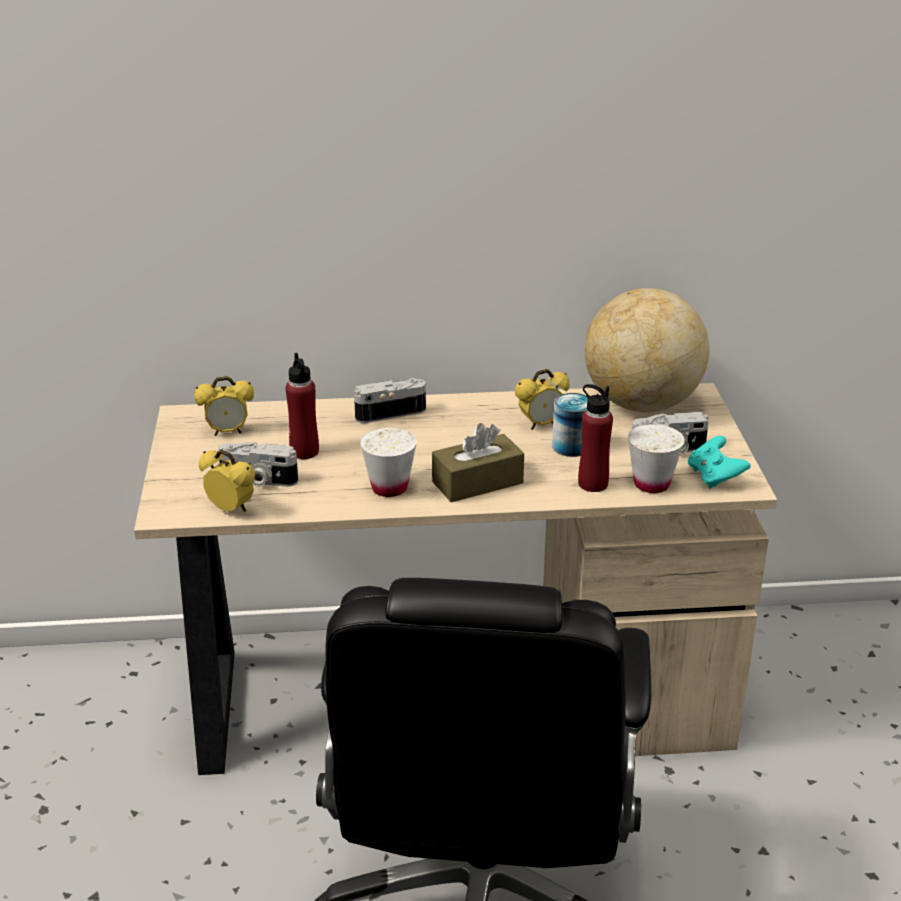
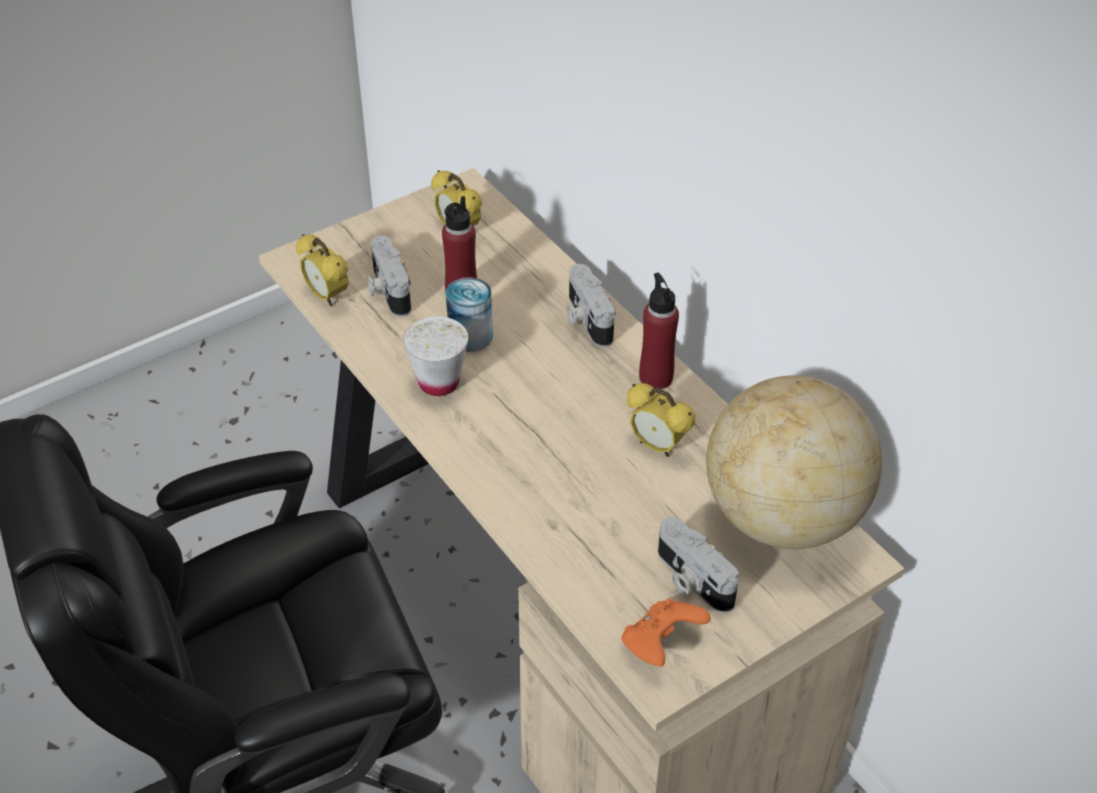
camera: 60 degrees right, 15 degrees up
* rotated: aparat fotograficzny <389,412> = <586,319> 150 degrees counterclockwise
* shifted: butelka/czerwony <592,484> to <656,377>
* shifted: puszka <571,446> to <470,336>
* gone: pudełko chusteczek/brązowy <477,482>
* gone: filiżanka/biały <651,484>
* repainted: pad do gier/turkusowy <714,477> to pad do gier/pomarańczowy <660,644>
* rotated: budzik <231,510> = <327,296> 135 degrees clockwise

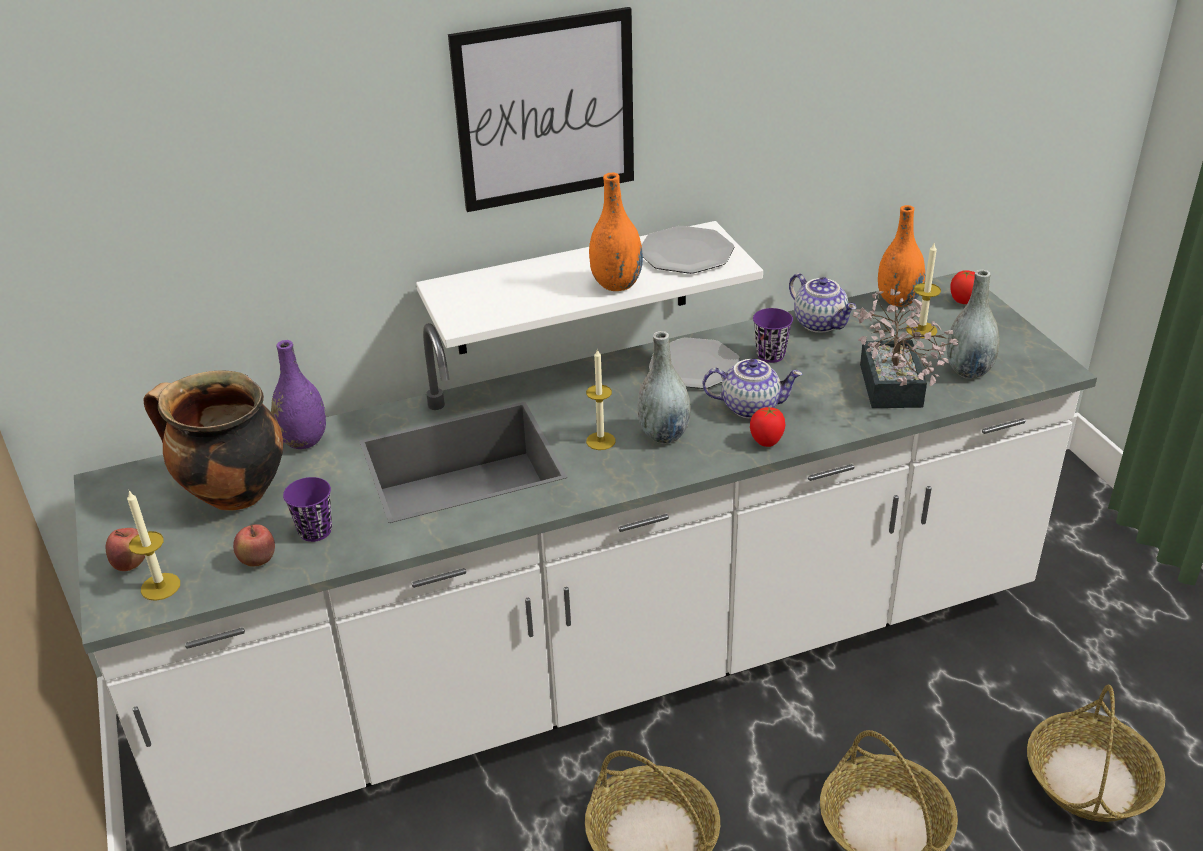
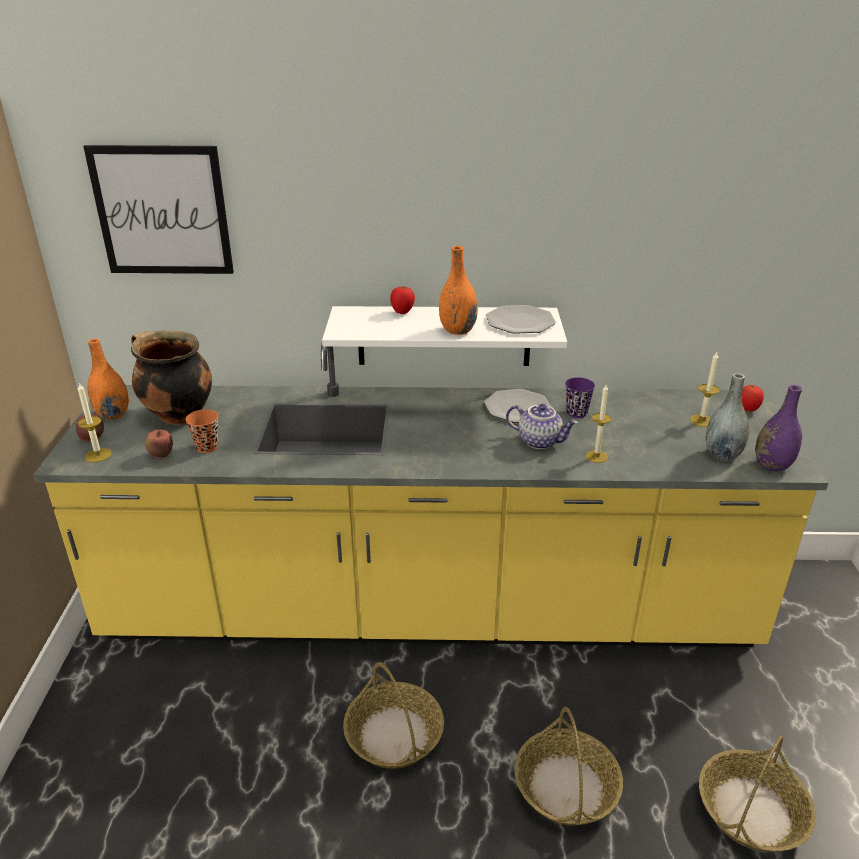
camera: 20 degrees right, 5 degrees down
* shifted: obraz <545,110> to <162,211>
* shifted: wazon/pomarańczowy <898,300> to <113,415>
* repainted: zabudowa kuchenna/biały <610,662> to zabudowa kuchenna/żółty <429,610>
* gone: imbryk <821,323>
* gone: roślina doniczkowa <891,391>
* gone: wazon/szary <664,435>
* shifted: wazon/fioletowy <304,441> to <772,465>
* shifted: świeca <600,441> to <596,456>
* shifted: pomidor <766,442> to <402,312>
* repainted: filiżanka/fioletowy <315,531> to filiżanka/pomarańczowy <207,447>

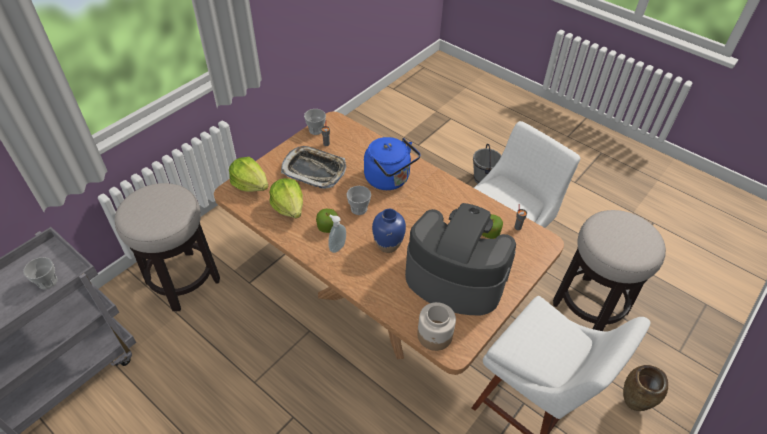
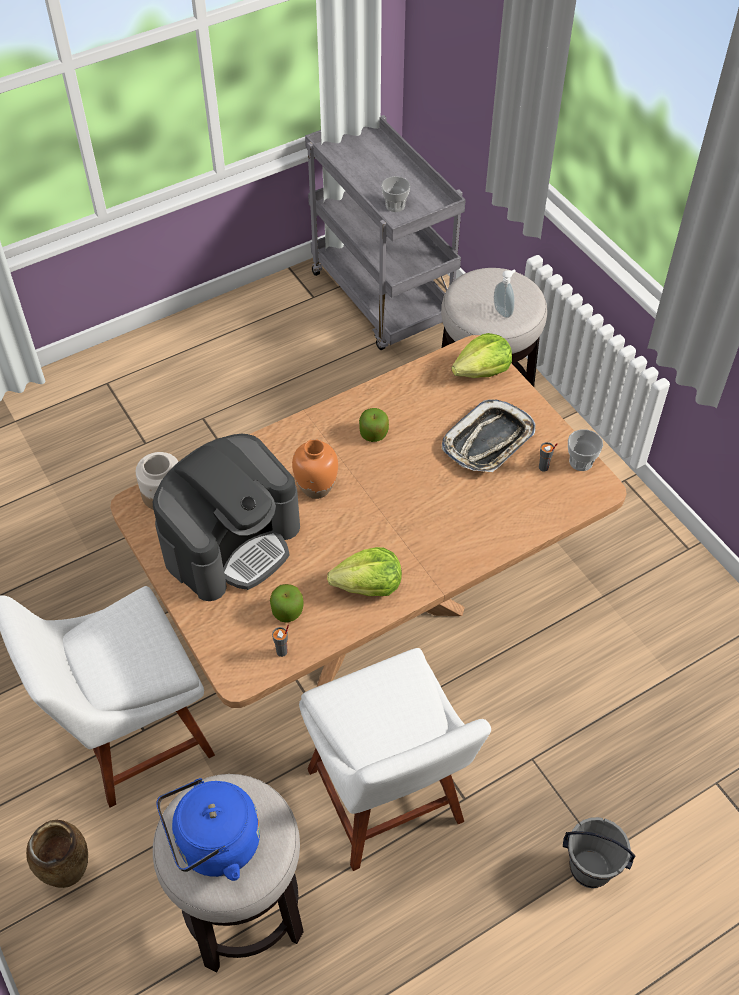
camera: 110 degrees right, 5 degrees up
* shifted: czajnik/niebieski <389,179> to <214,845>
* shifted: sałata <289,207> to <368,586>
* gone: filiżanka <359,209>
* repainted: wazon/niebieski <388,245> to wazon/pomarańczowy <316,488>
* shifted: dozownik mydła <337,247> to <503,311>

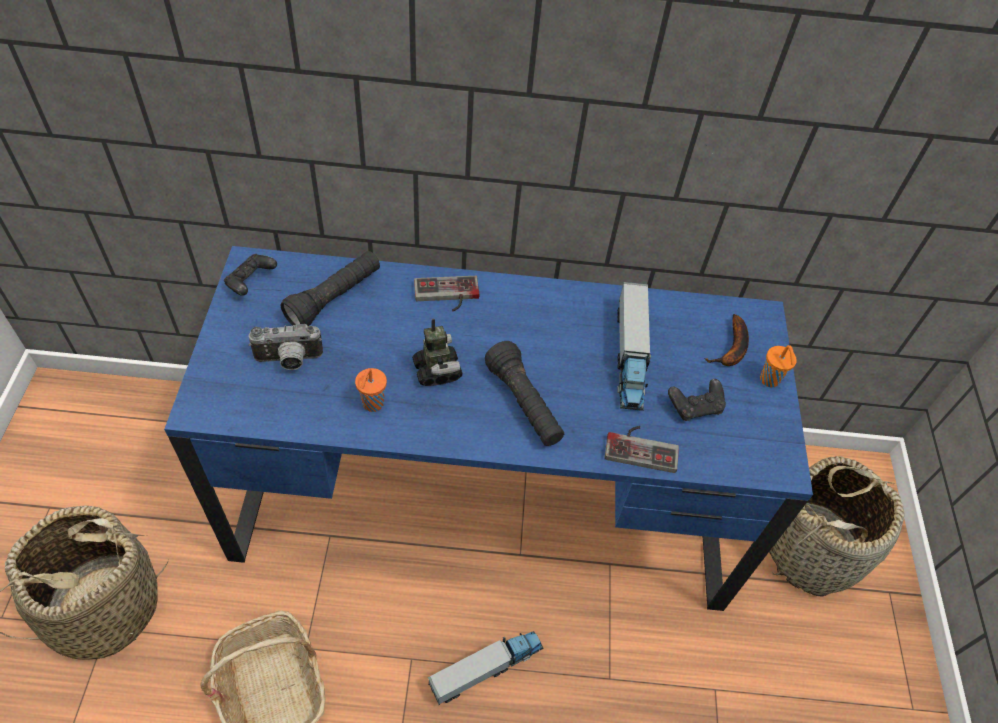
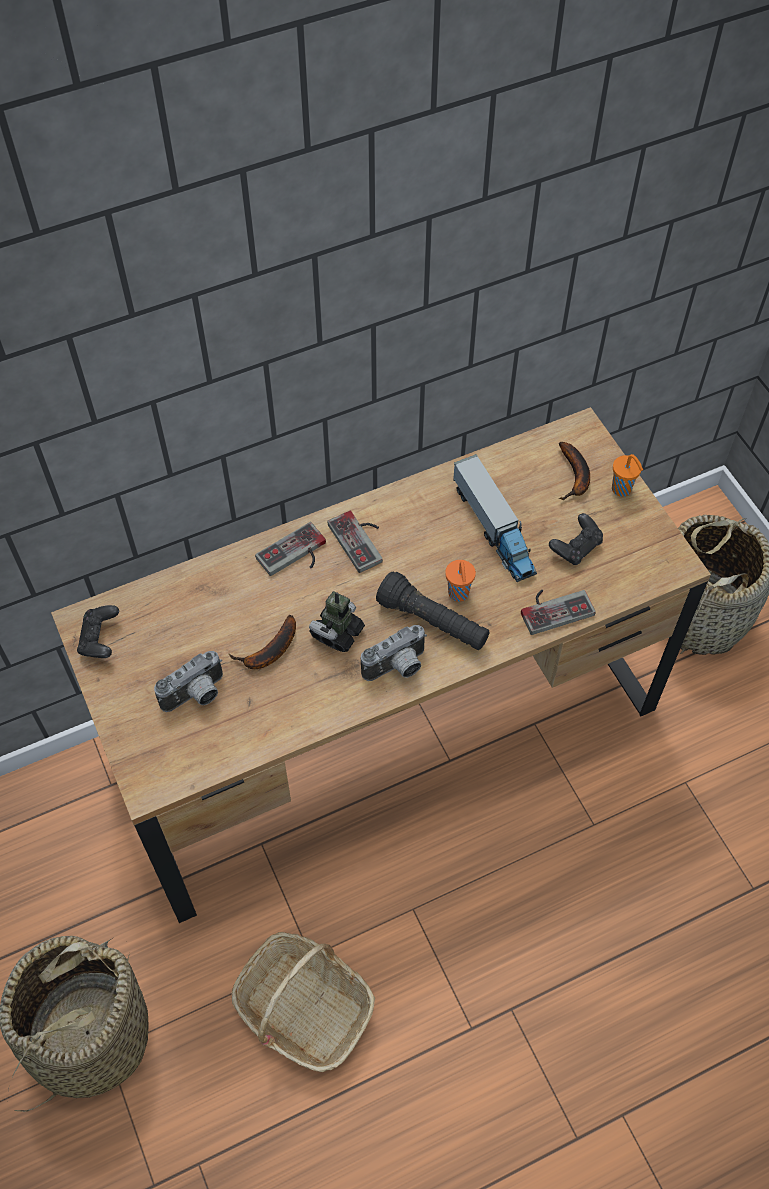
camera: 25 degrees left, 5 degrees up
* repainted: biurko/niebieski <484,499> to biurko/brązowy <384,727>
* gone: latarka/czarny <334,298>
* rotated: robot zabawkowy <437,371> = <337,633> 105 degrees counterclockwise
* shifted: filiżanka/pomarańczowy <372,404> to <458,594>
* gone: ciężarówka zabawkowa <486,668>
* new: pad do gier <362,539>
* new: banan <269,652>
* new: aparat fotograficzny <397,668>

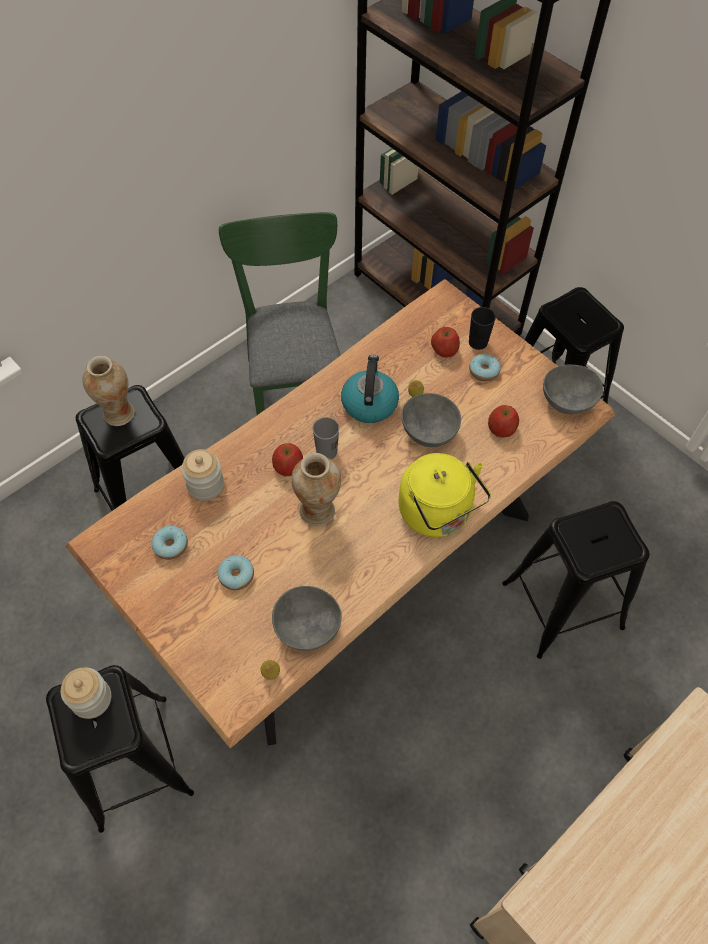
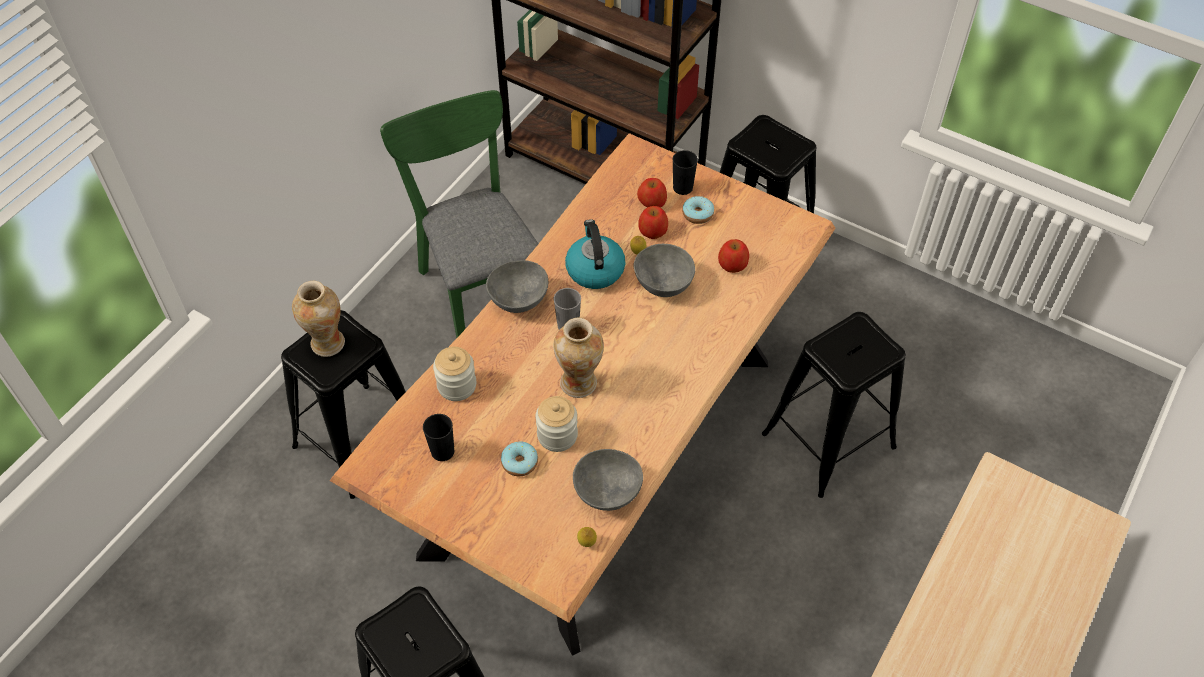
camera: 15 degrees left, 5 degrees down
* shifted: miska/szary <568,402> to <520,300>
* shifted: jabłko <288,466> to <653,230>
* gone: czajnik/żółty <437,514>
* swapped: donut <170,546> to filiżanka/czarny <442,451>
* shifted: słoik <91,699> to <557,435>

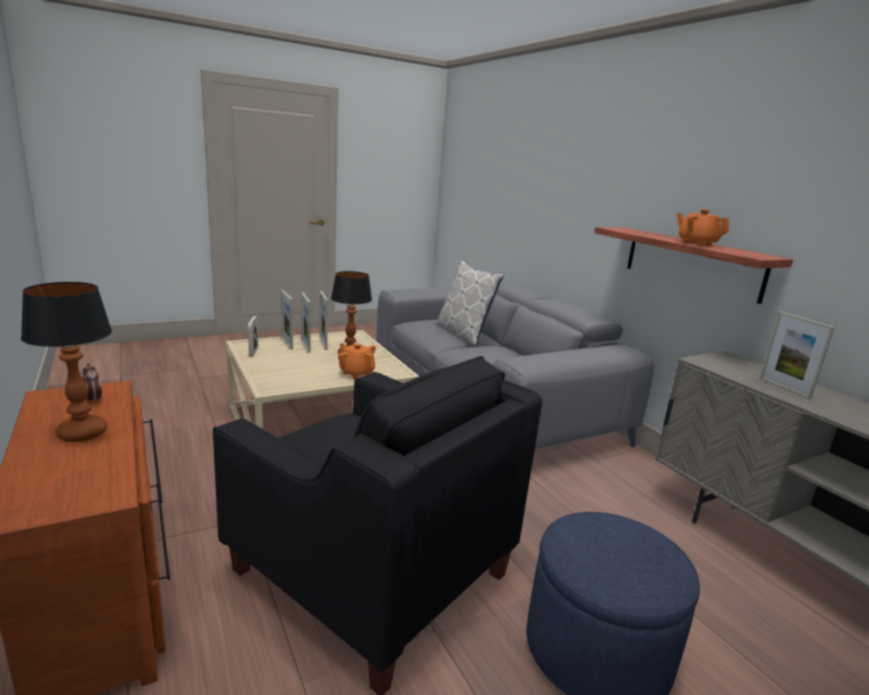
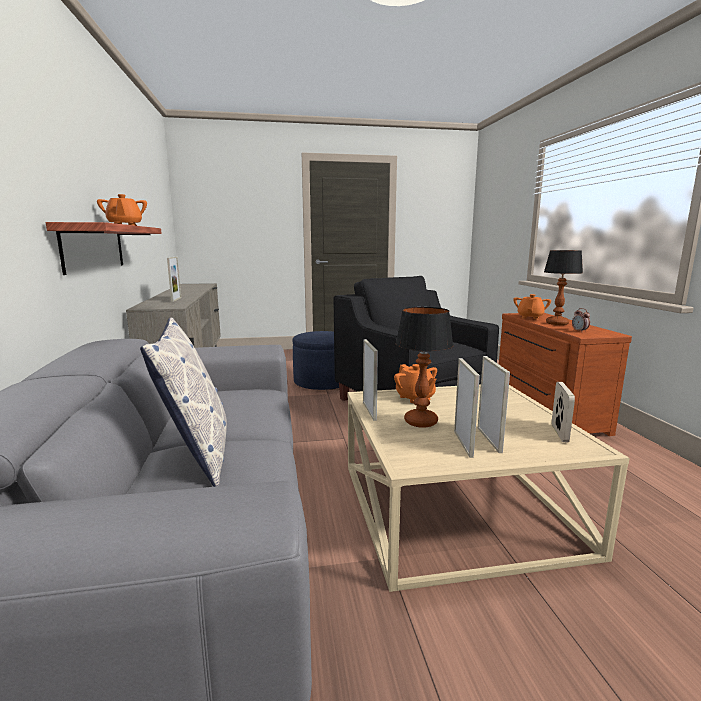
camera: 160 degrees left, 5 degrees down
* shifted: ramka na zdjęcie <287,343> to <369,411>
* new: imbryk/pomarańczowy <530,317>

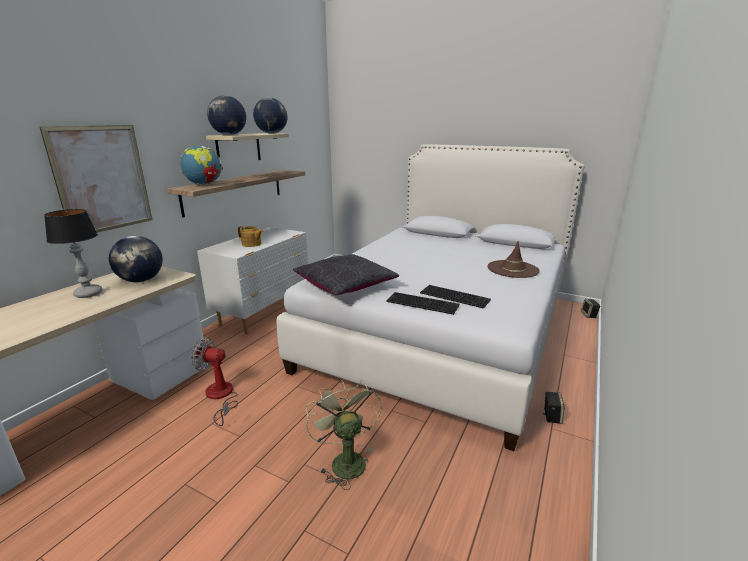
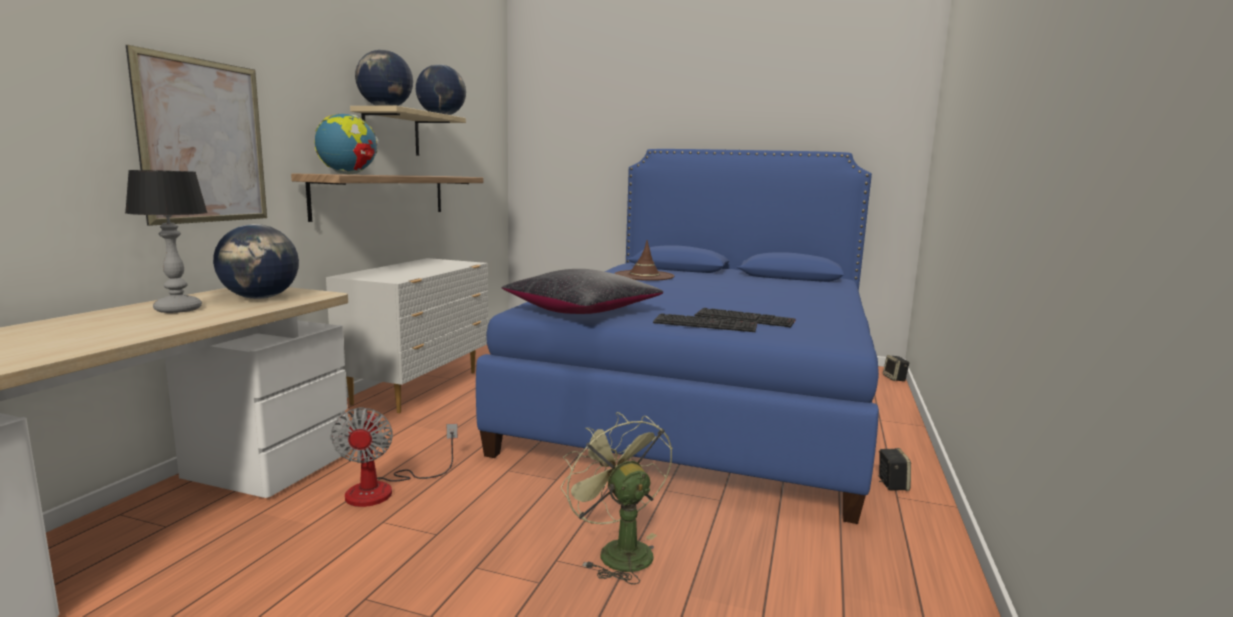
camera: 10 degrees left, 10 degrees down
* repainted: łóżko/biały <442,331> to łóżko/niebieski <702,400>
* gone: imbryk <251,244>
* shifted: kapelusz/brązowy <512,269> to <644,276>
* rotated: wentylator <220,397> = <385,489> 105 degrees counterclockwise

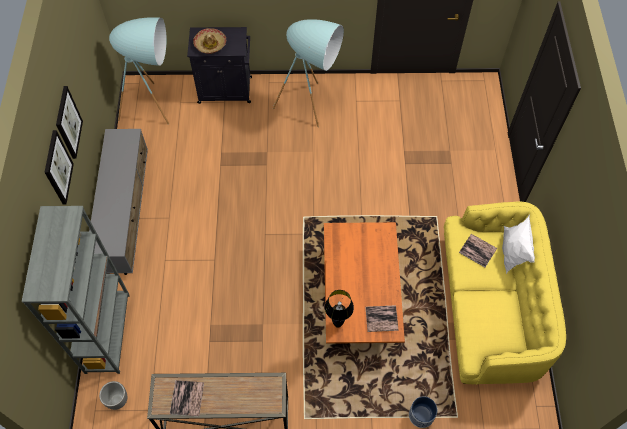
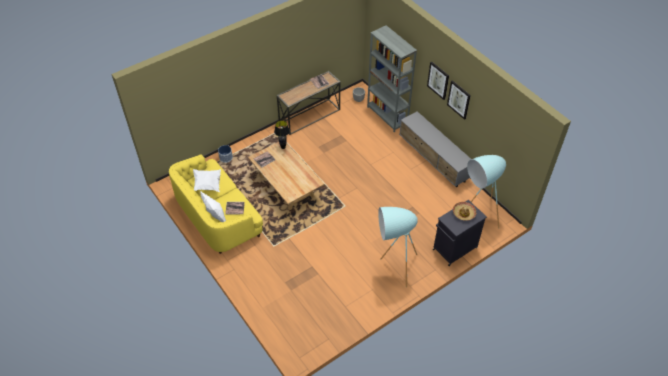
camera: 145 degrees right, 10 degrees down
* repainted: ława/pomarańczowy <360,297> to ława/beżowy <286,186>
* new: poduszka/biały <208,185>

